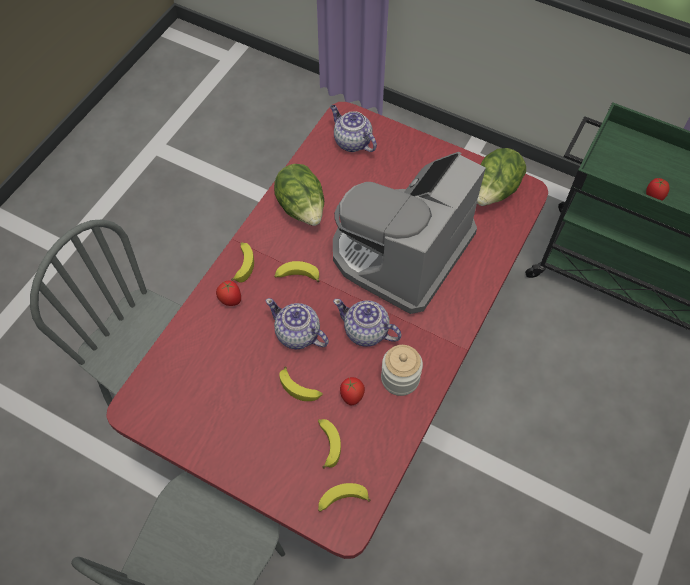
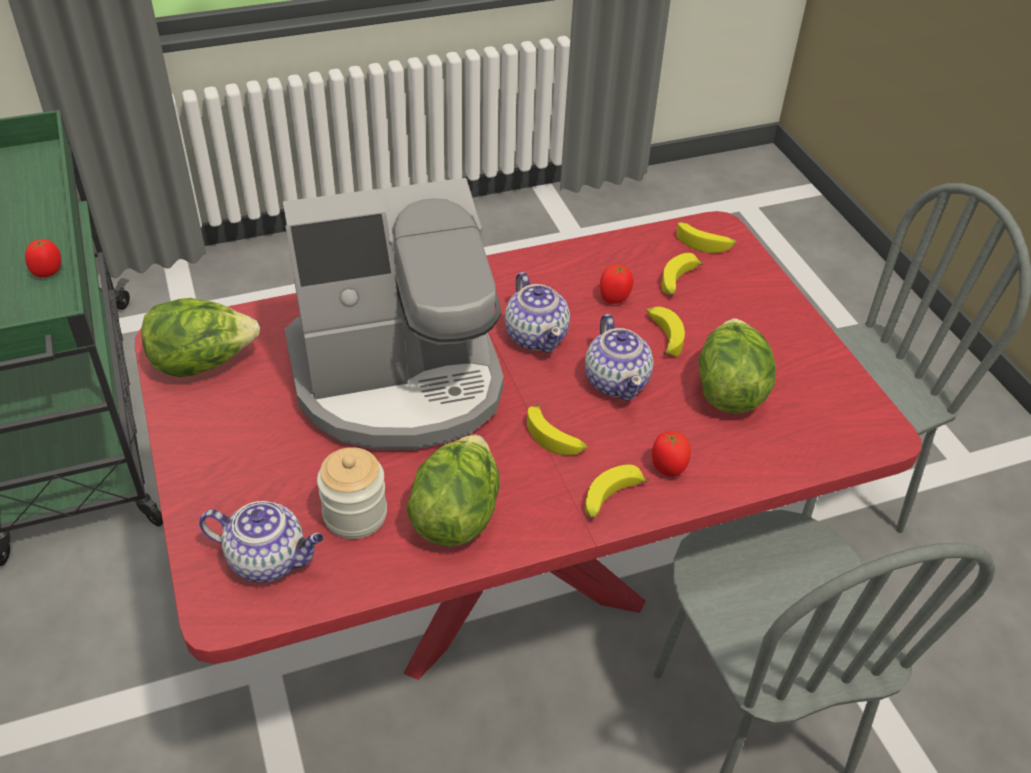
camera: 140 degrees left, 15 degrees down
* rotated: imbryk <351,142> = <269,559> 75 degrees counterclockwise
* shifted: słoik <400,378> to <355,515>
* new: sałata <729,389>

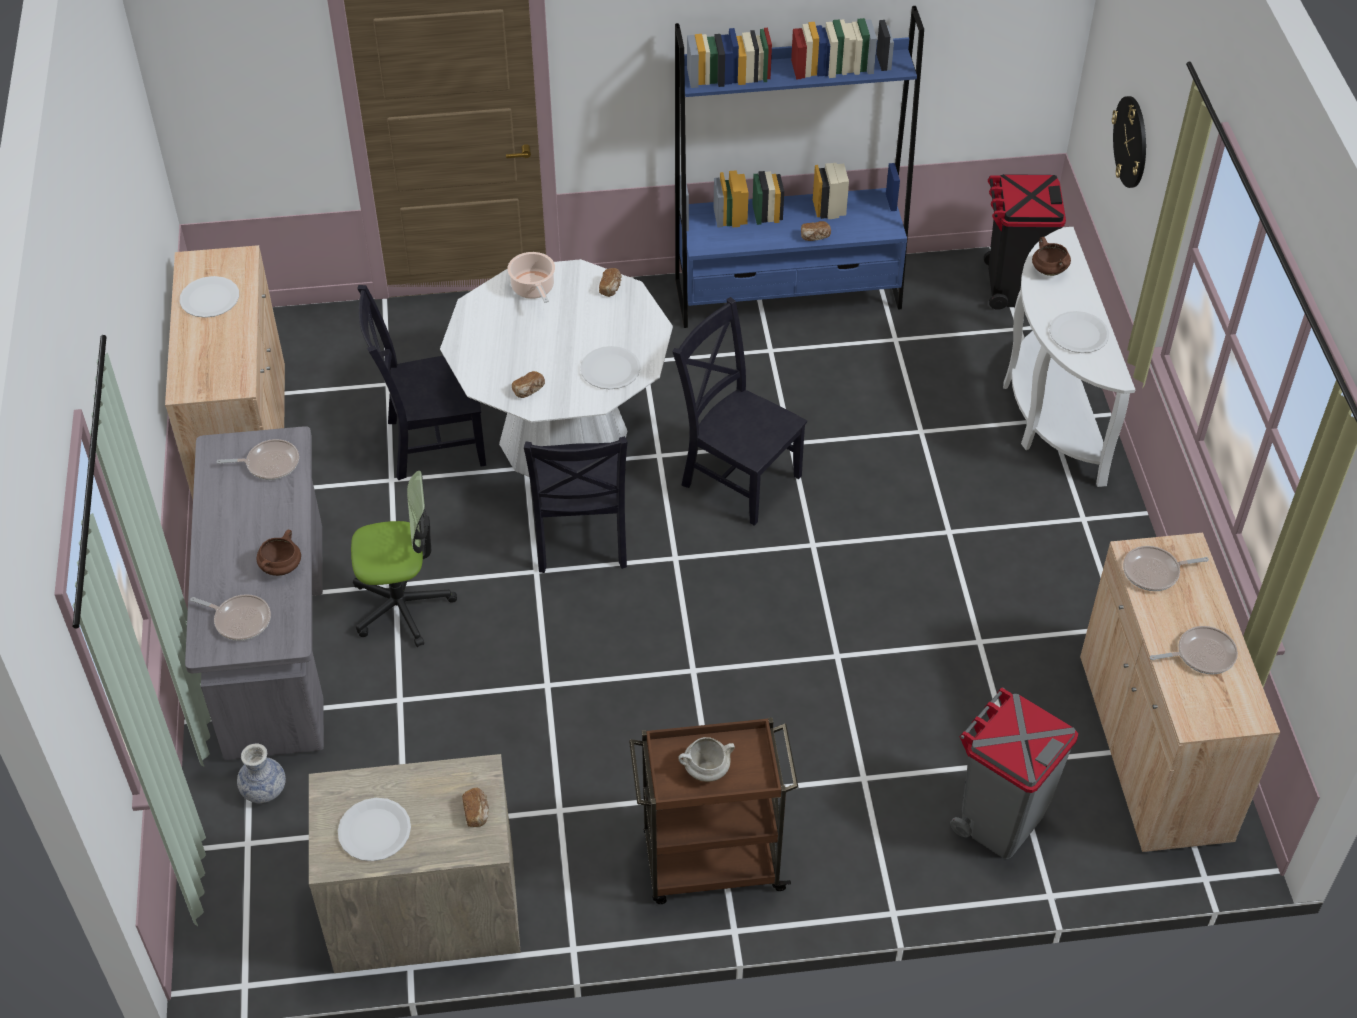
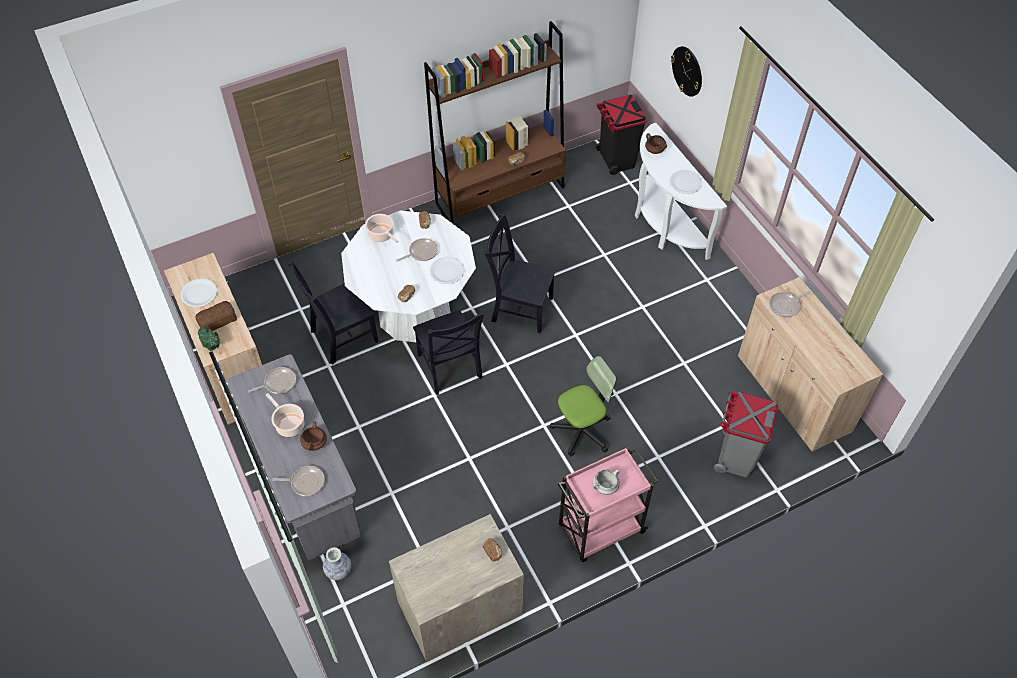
camera: 20 degrees left, 5 degrees up
* repainted: regał/niebieski <788,294> to regał/brązowy <500,195>
* shifted: krzesło biurowe <402,605> to <582,431>
* shifted: patelnia <1201,654> to <421,252>
* repainted: wózek/brązowy <710,862> to wózek/różowy <600,530>
* gone: talerz/biały <375,831>
* new: chleb <216,320>
* new: imbryk/zielony <212,346>
* new: garnek <289,424>

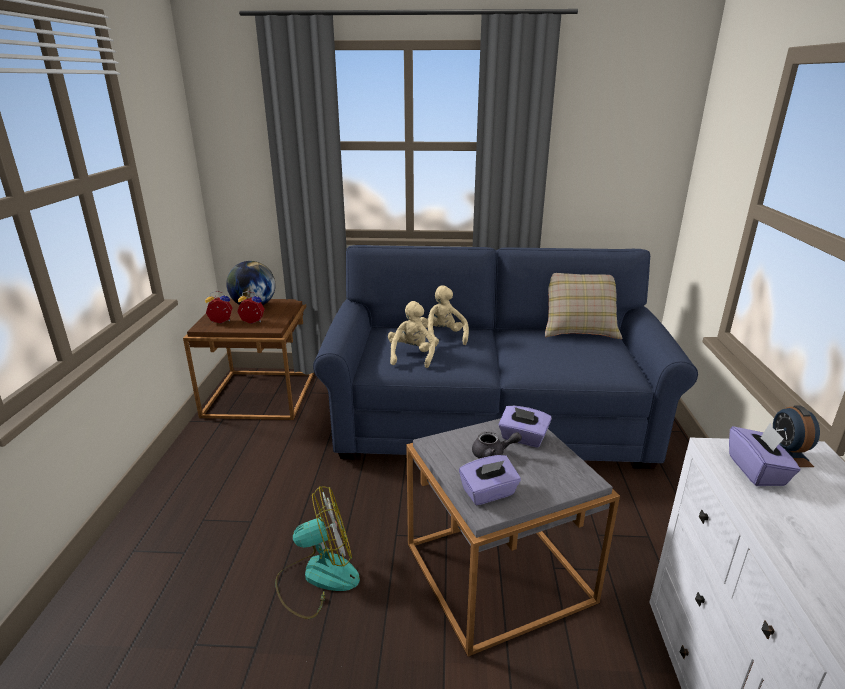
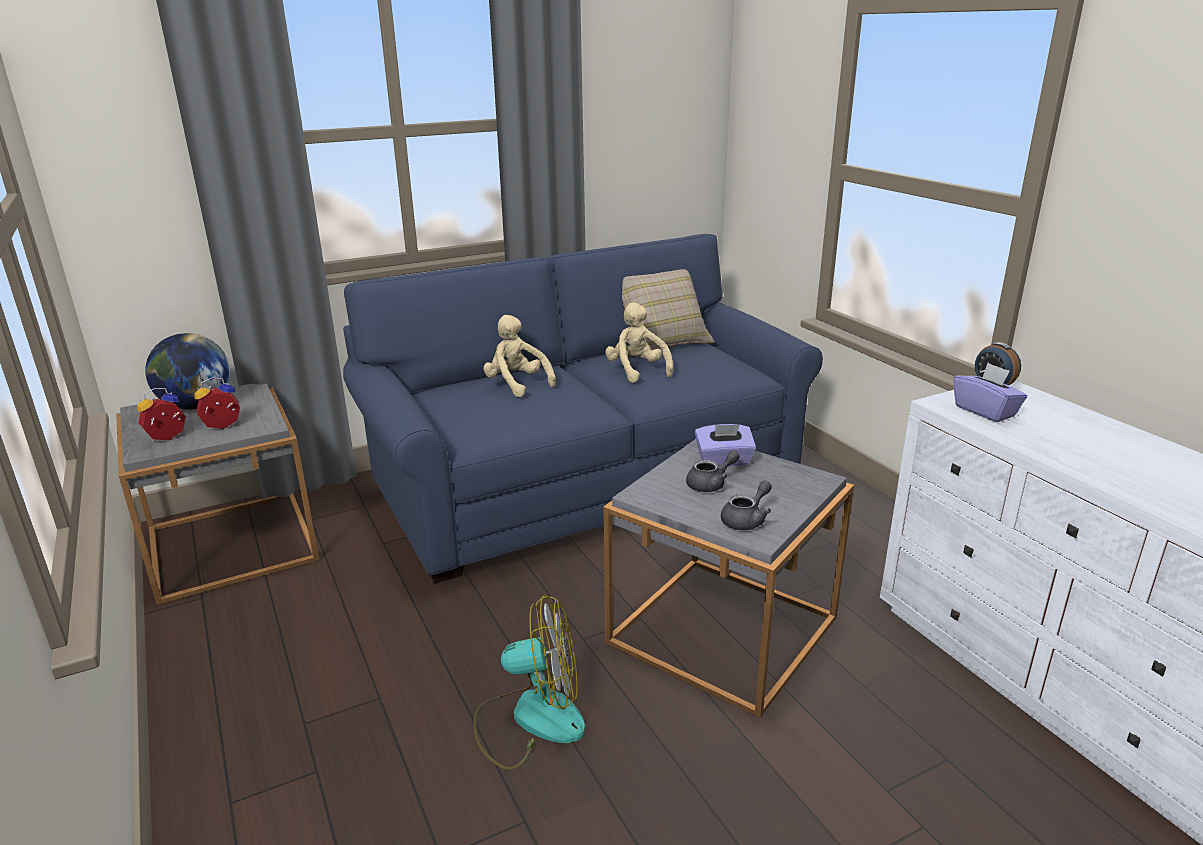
camera: 30 degrees left, 0 degrees up
* repainted: stolik/brązowy <260,394> to stolik/szary <231,544>
* shifted: pluszak/beżowy <411,356> to <637,371>
* swapped: pudełko chusteczek/fioletowy <489,493> to imbryk/szary <746,520>
* rotated: wentylator <318,577> = <530,719> 45 degrees clockwise

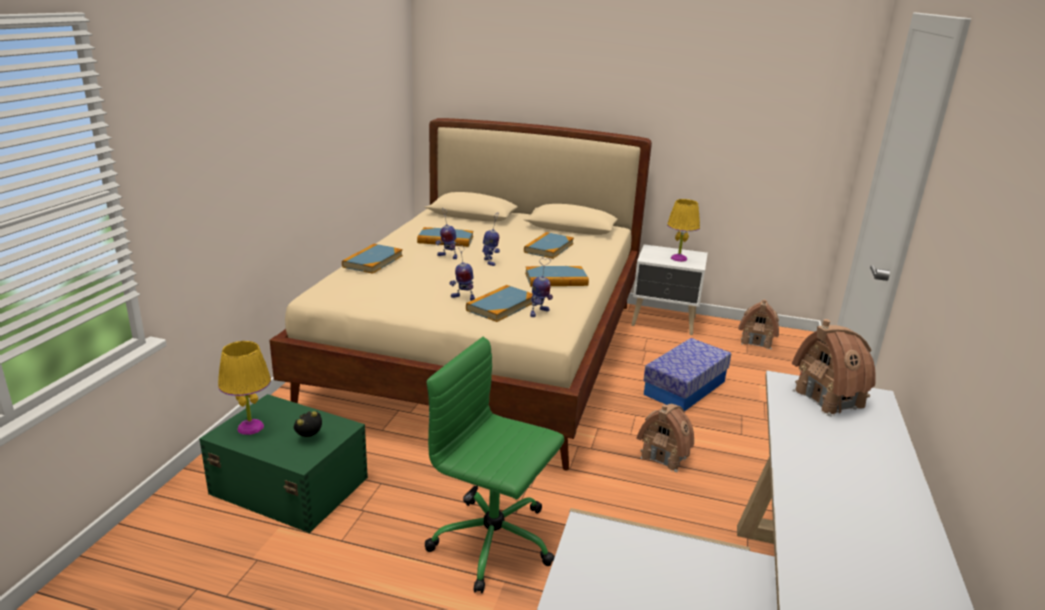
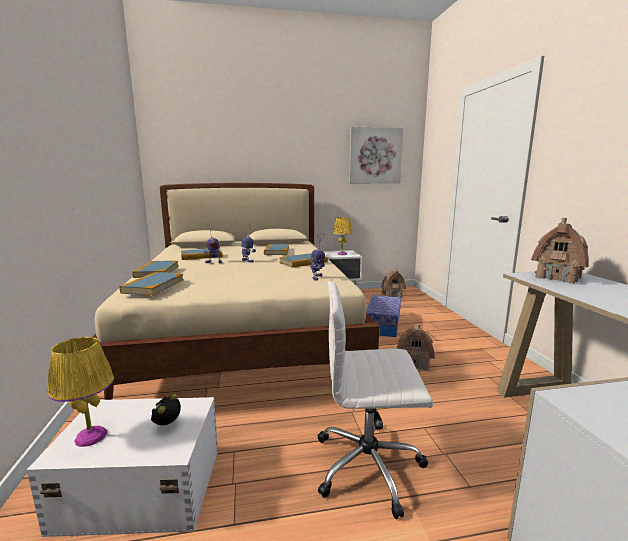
camera: 25 degrees left, 10 degrees down
* gone: robot zabawkowy <463,297>
* shifted: książka <501,306> to <153,286>
* repainted: krzesło biurowe/zielony <495,543> to krzesło biurowe/biały <369,465>
* repainted: pojemnik do przechowywania/zielony <289,484> to pojemnik do przechowywania/biały <140,487>
* new: obraz <375,156>

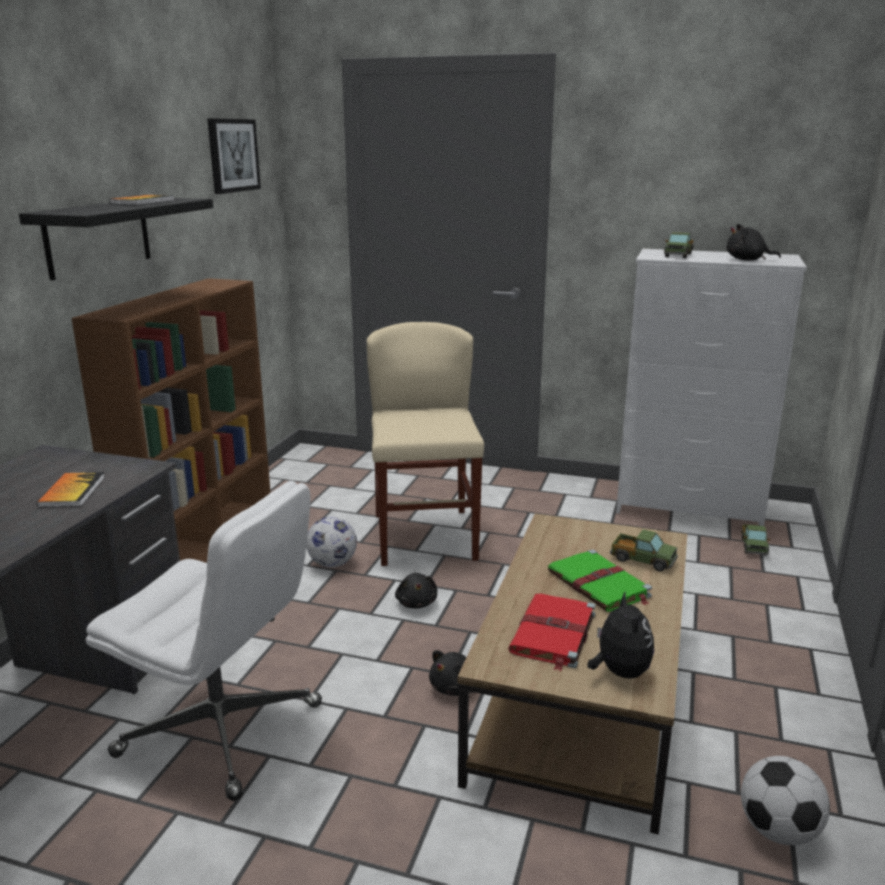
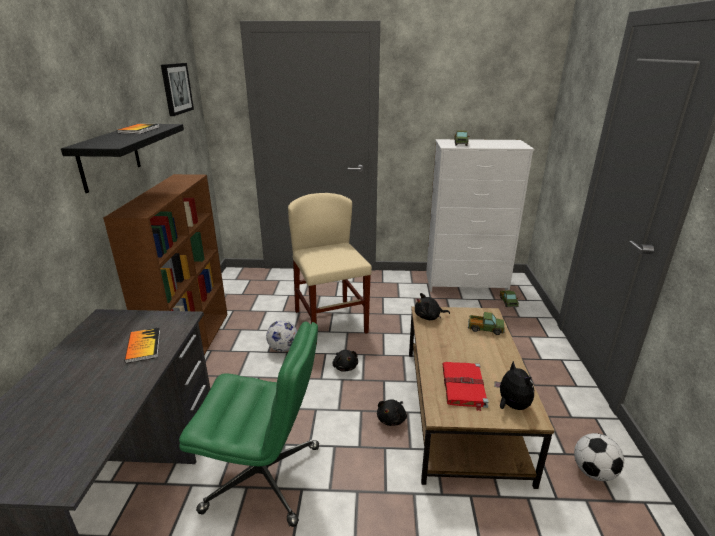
camera: 15 degrees left, 5 degrees up
* shifted: pluszak/czarny <747,260> to <429,317>
* repainted: krzesło biurowe/biały <223,730> to krzesło biurowe/zielony <264,477>
* gone: książka/zielony <600,585>

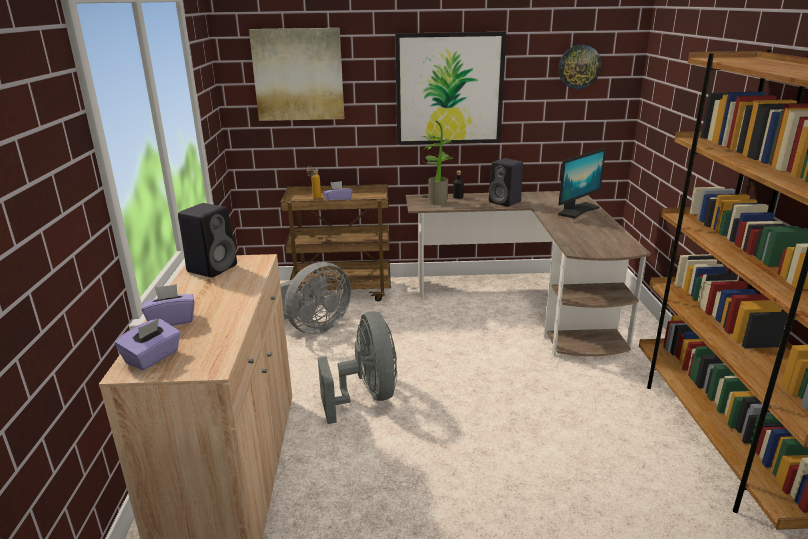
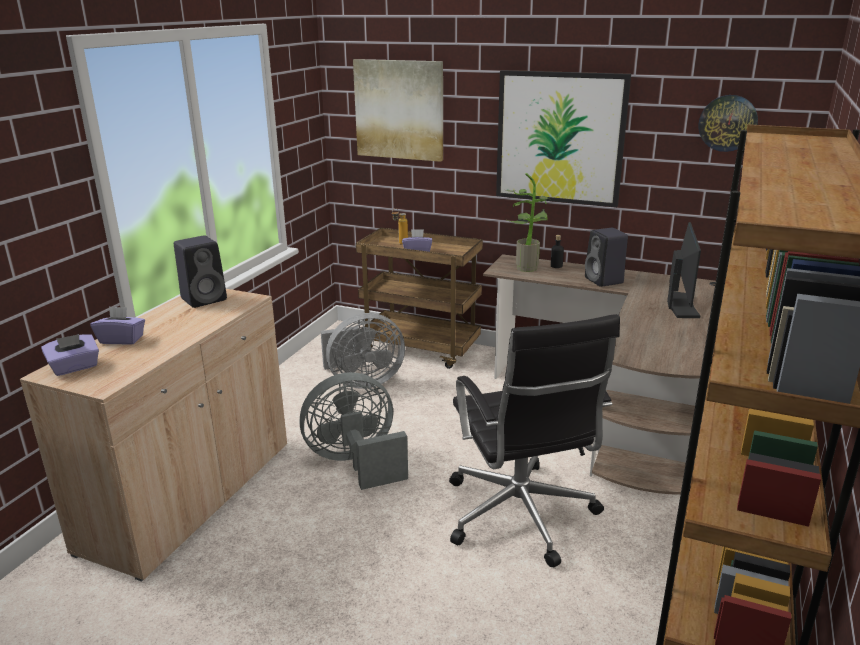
camera: 25 degrees right, 0 degrees up
* rotated: monitor <577,210> = <681,305> 60 degrees counterclockwise
* rotated: wentylator/szary <367,396> = <356,463> 120 degrees counterclockwise
* new: krzesło biurowe/czarny <520,516>

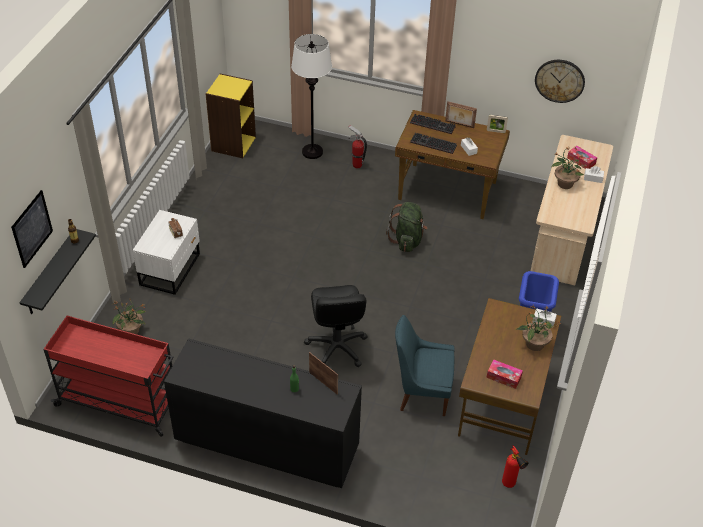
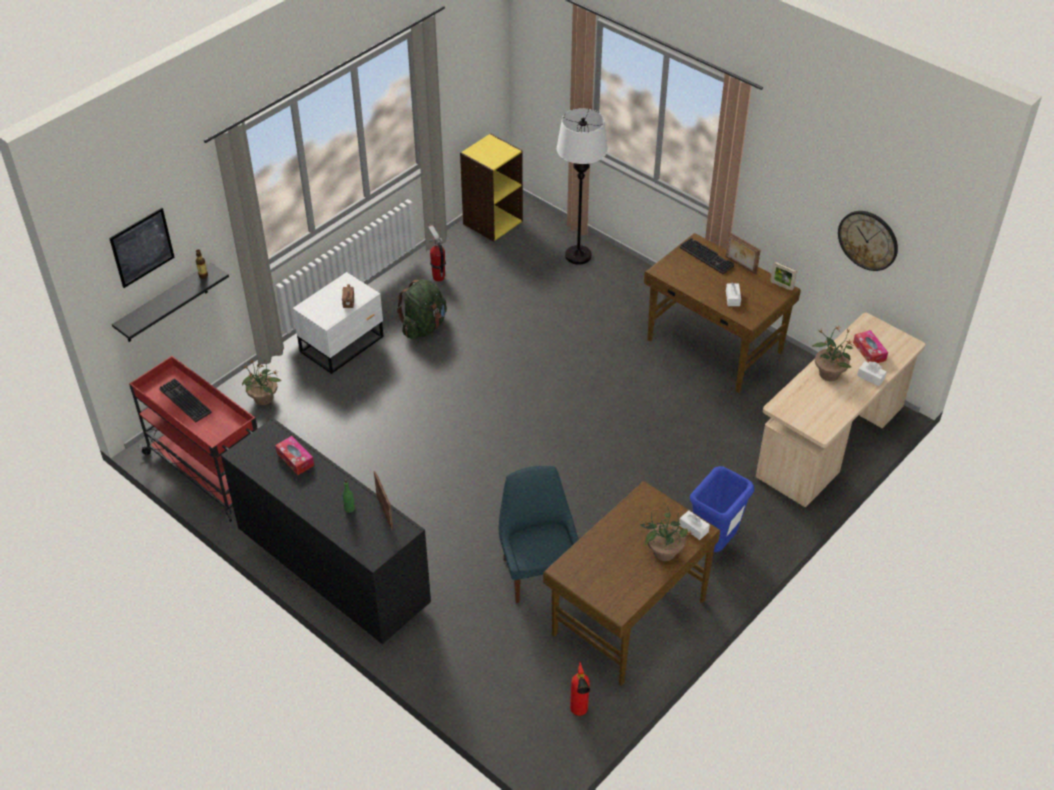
camera: 25 degrees right, 0 degrees up
* shifted: gaśnica <357,165> to <438,277>
* shifted: klawiatura <432,144> to <183,401>
* shifted: plecak/zielony <407,240> to <424,327>
* gone: krzesło biurowe/czarny <336,348>
* rotated: krzesło/niebieski <421,393> = <539,572> 45 degrees clockwise
* shifted: pudełko chusteczek <503,377> to <295,459>

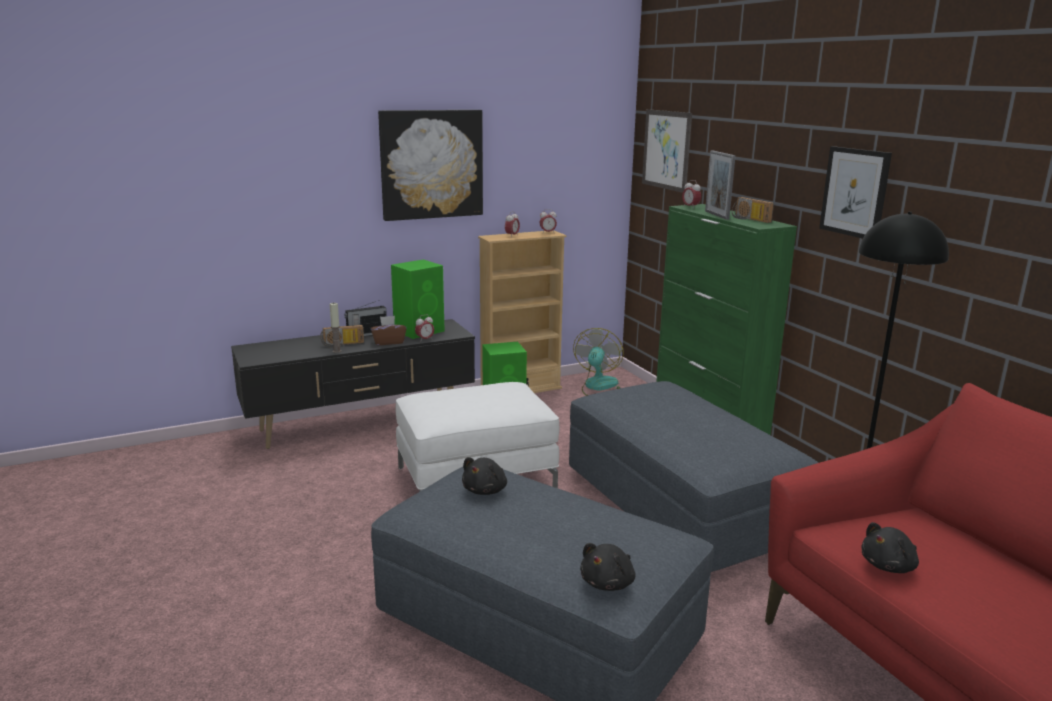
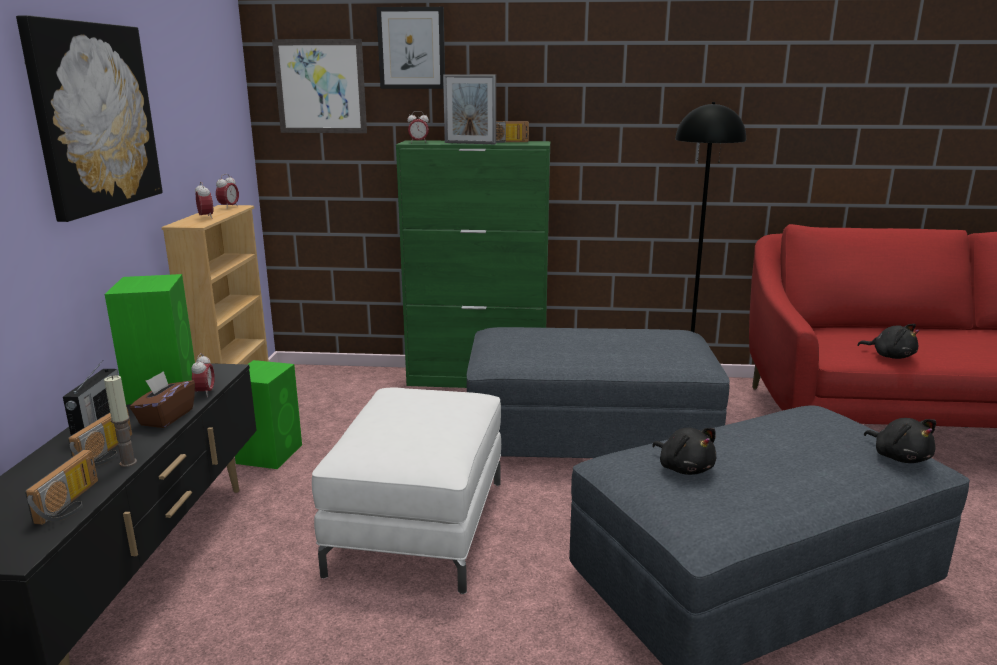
camera: 60 degrees left, 0 degrees up
* shifted: obraz <855,192> to <411,48>
* gone: wentylator <600,387>
* rotated: pluszak/czarny <889,566> = <890,356> 45 degrees counterclockwise
* new: radio <72,504>

